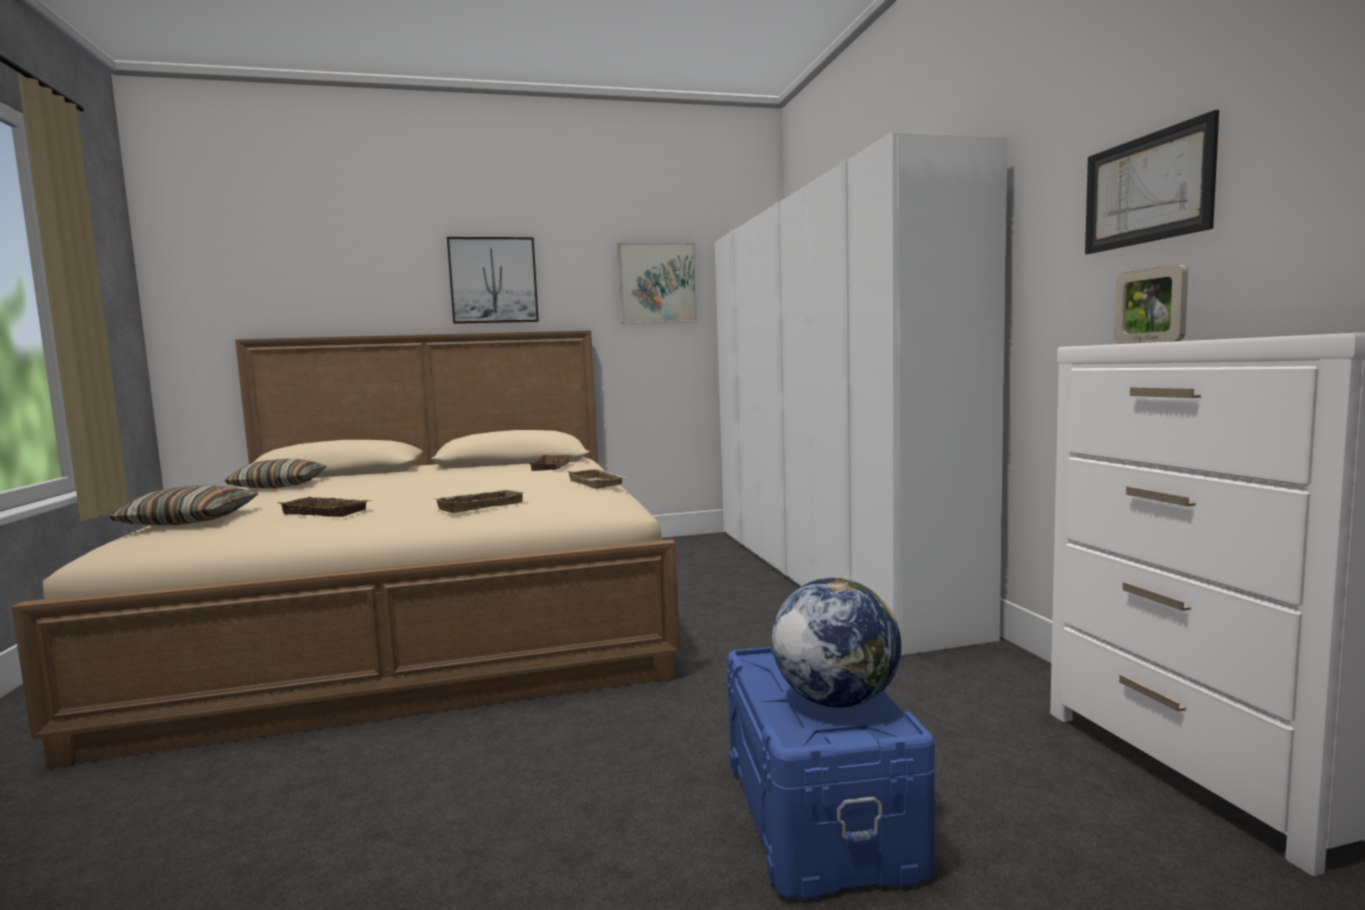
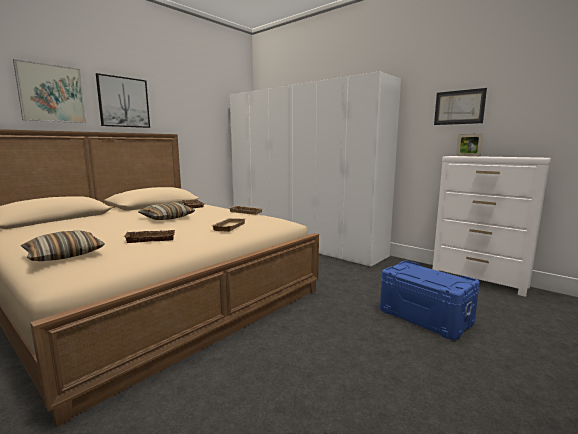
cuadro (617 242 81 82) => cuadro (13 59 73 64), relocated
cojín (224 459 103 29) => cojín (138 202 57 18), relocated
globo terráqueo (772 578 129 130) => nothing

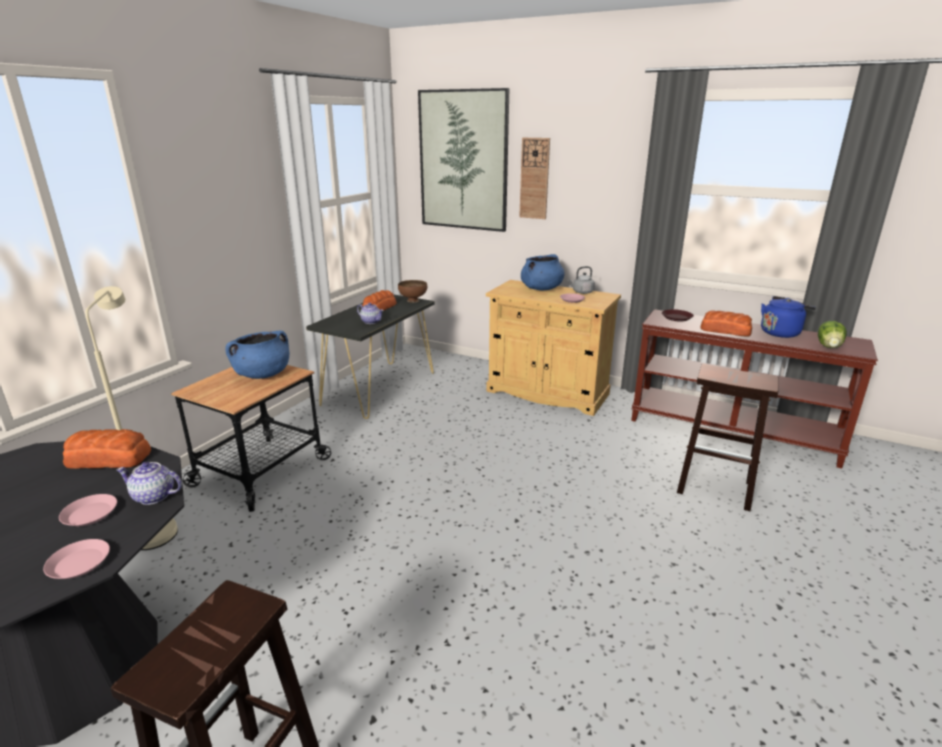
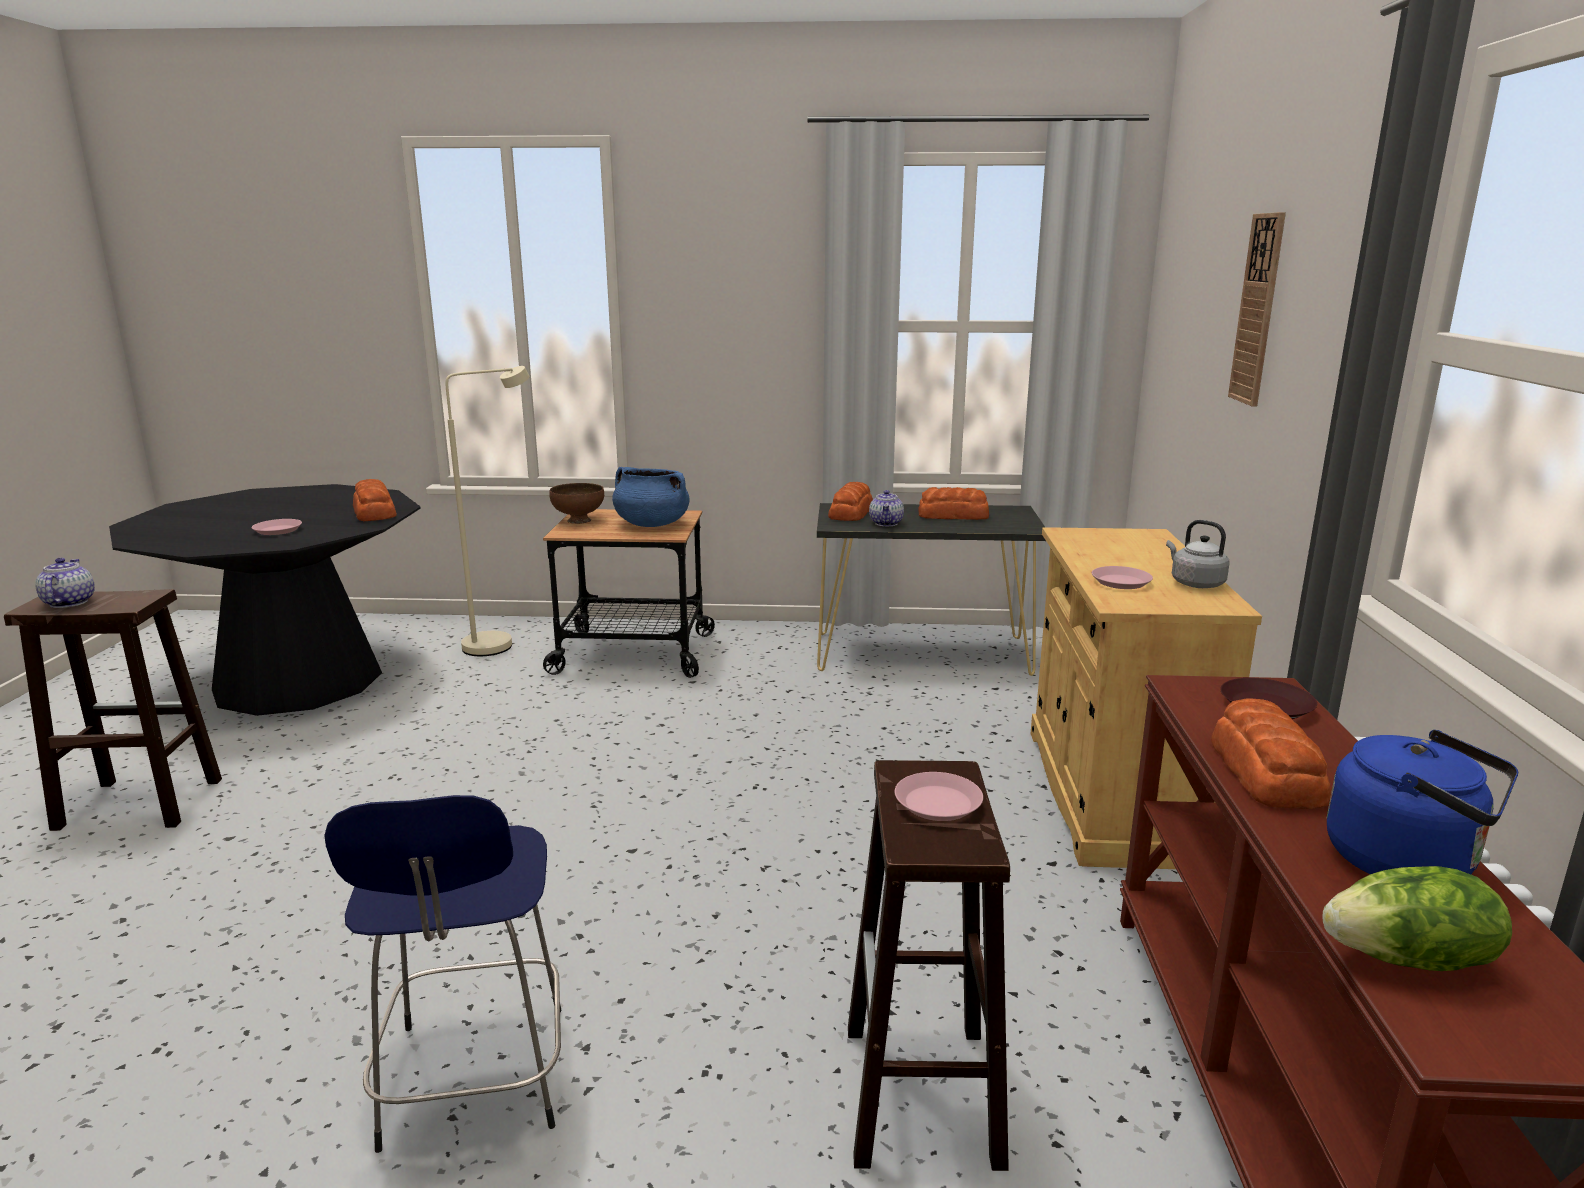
cuadro (418 88 91 144) => nothing
olla (azul) (521 254 44 36) => nothing
cuenco (marrón) (398 280 29 23) => cuenco (marrón) (549 483 55 41), relocated
tetera (116 462 66 43) => tetera (36 558 59 50), relocated
plato (rosa) (43 539 67 40) => plato (rosa) (895 772 88 49), relocated
nothing => pan (828 482 45 39)
nothing => taburete (azul) (324 795 238 358)

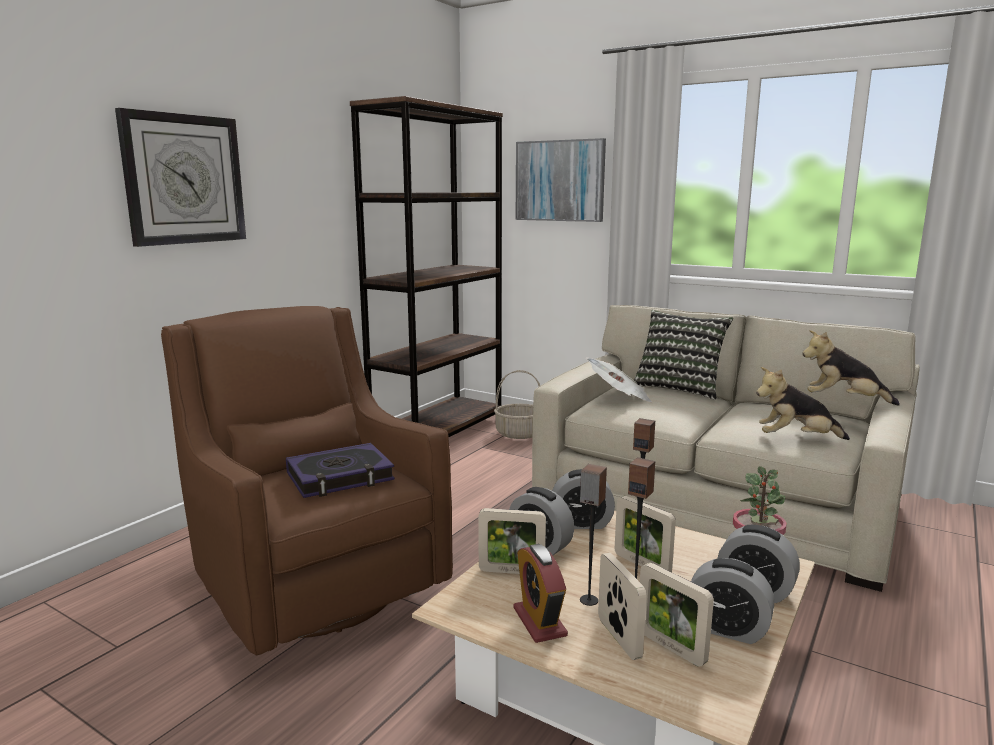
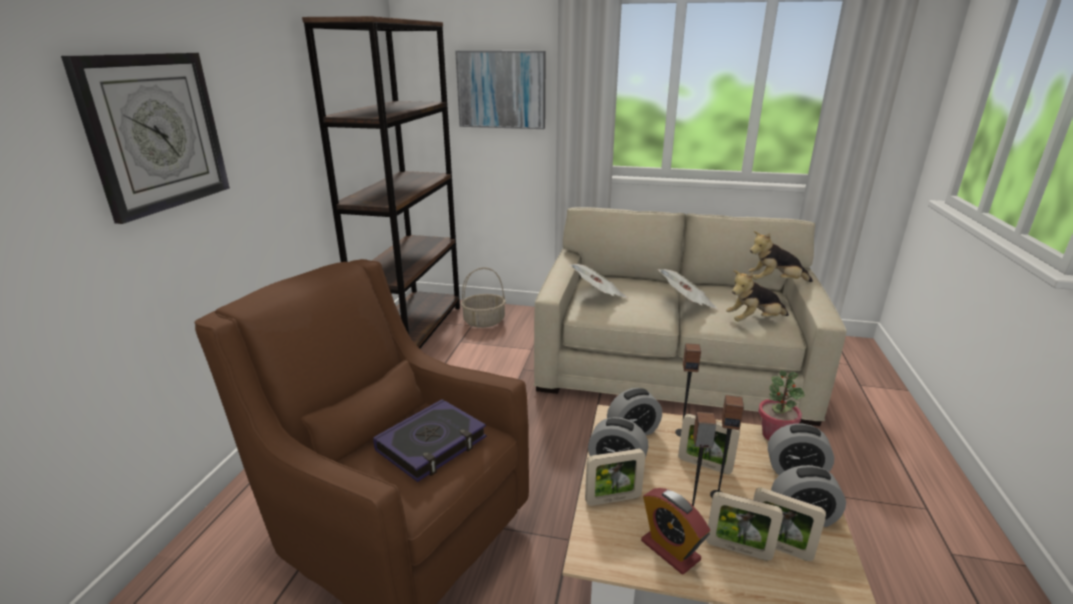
cojín (634 310 99 90) => nothing
portarretratos (598 553 49 107) => portarretratos (706 492 77 69), 150 degrees clockwise
nothing => periódico (658 269 60 40)

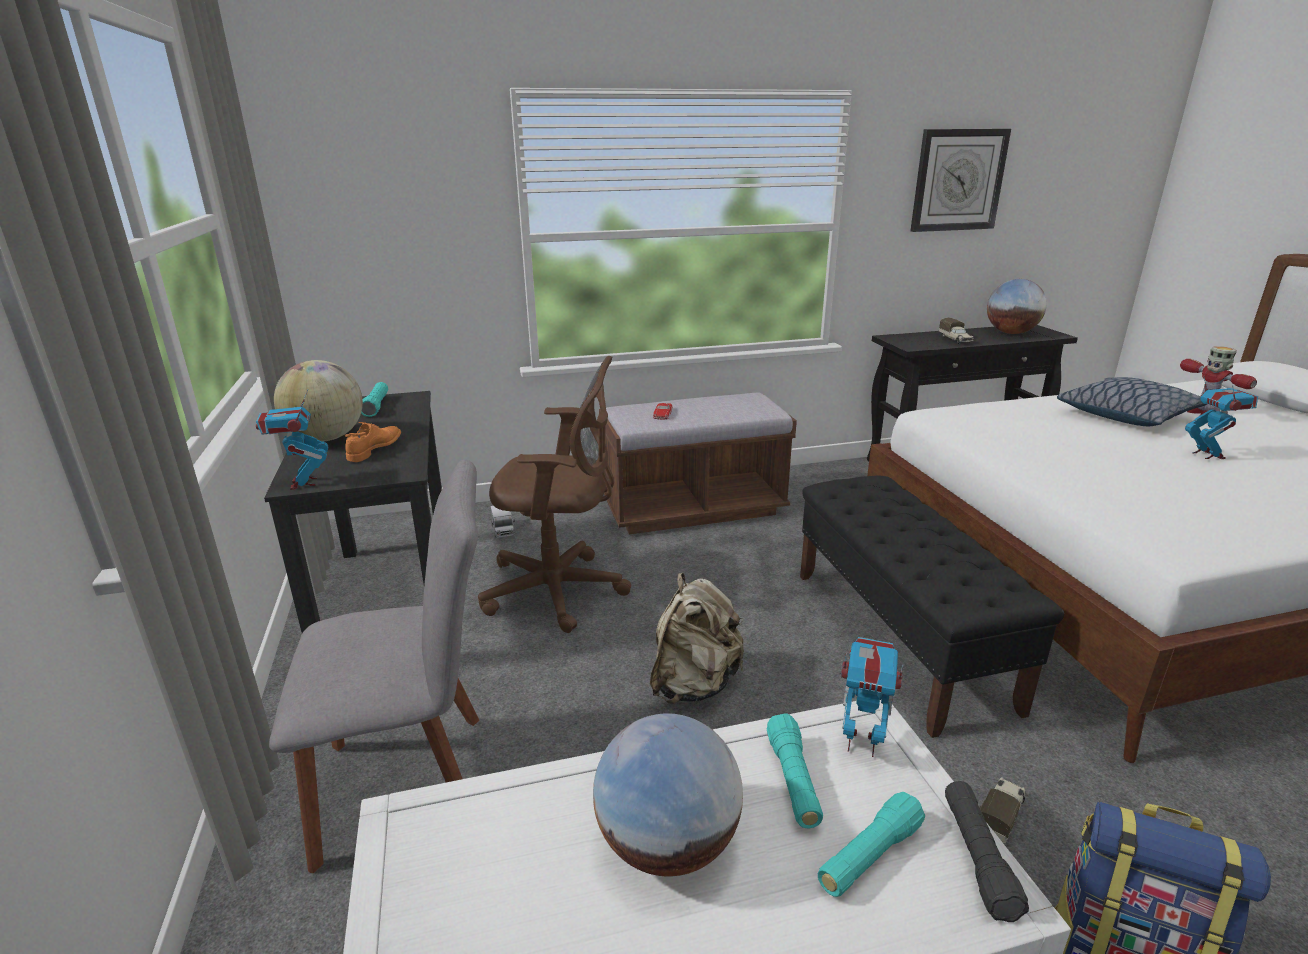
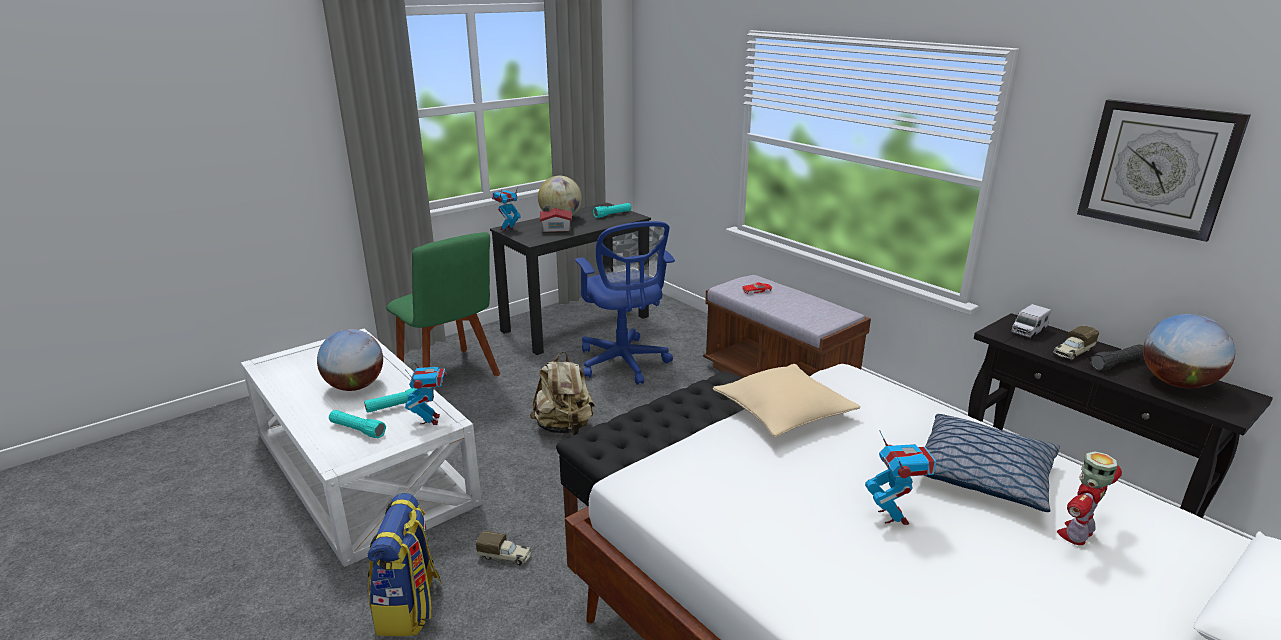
silla de oficina (marrón) (478 356 153 277) => silla de oficina (azul) (575 221 100 164)
robot de juguete (1185 376 73 83) => robot de juguete (865 430 72 95), 60 degrees counterclockwise
zapato (naranja) (345 422 56 40) => casita (540 206 32 27)
silla (gris) (269 460 210 413) => silla (verde) (386 232 114 144)
camión de juguete (491 506 24 32) => camión de juguete (1011 304 40 34), relocated
linterna (negro) (945 781 84 141) => linterna (negro) (1090 344 54 27), relocated
nothing => cojín (beis) (713 364 148 73)

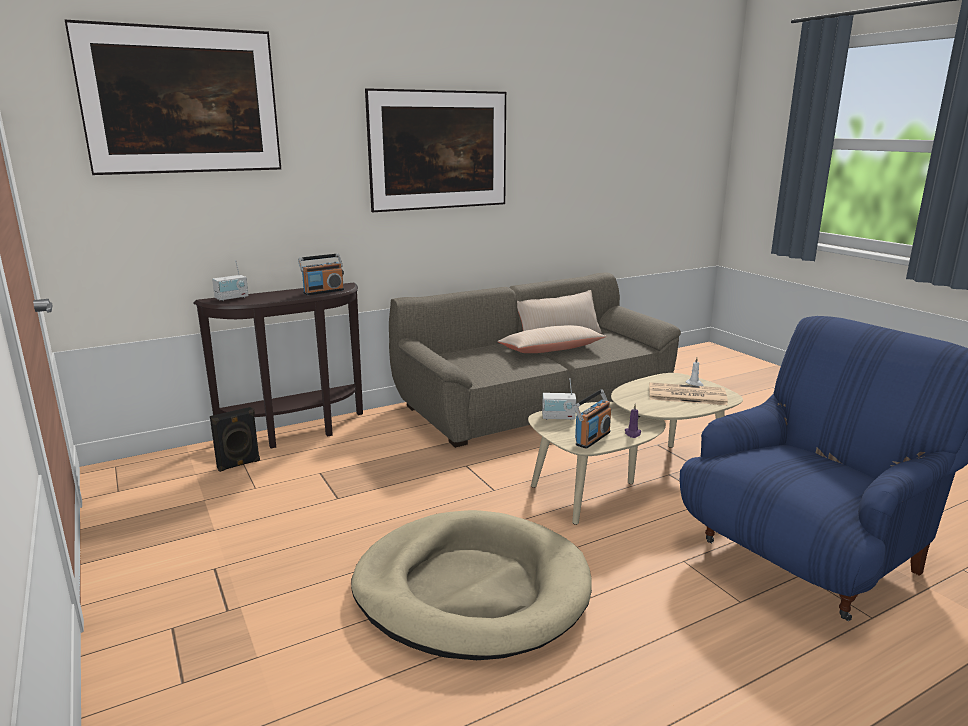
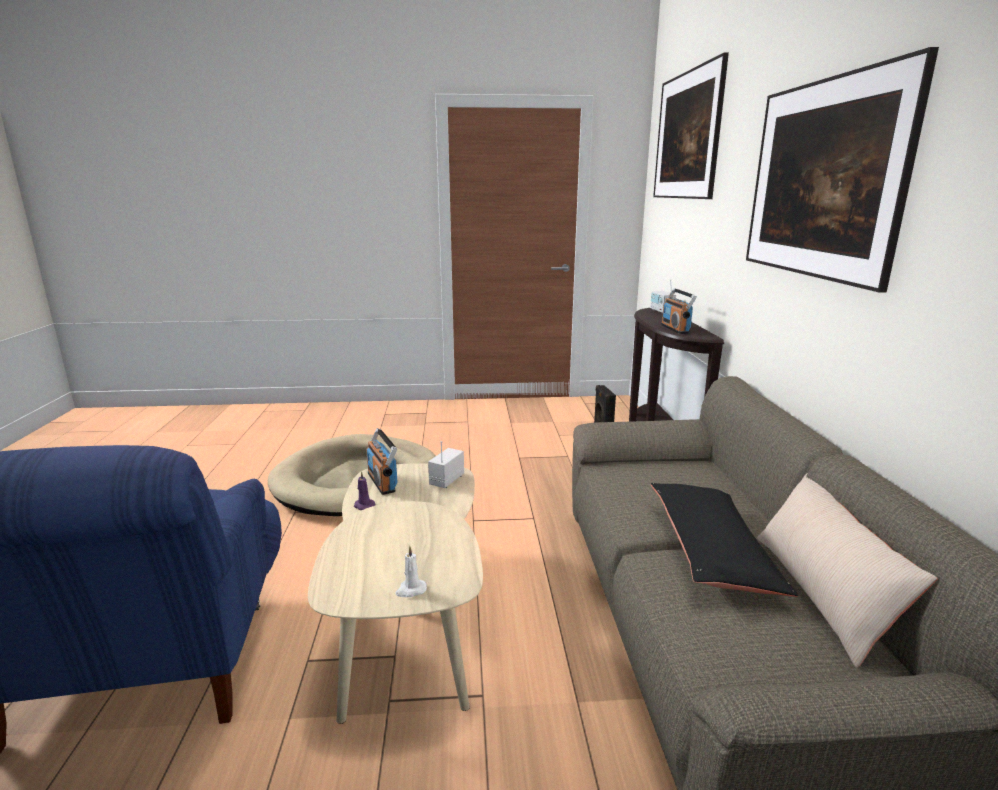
cojín (beis) (497 325 109 28) => cojín (negro) (651 483 147 114)
periódico (649 382 79 23) => nothing

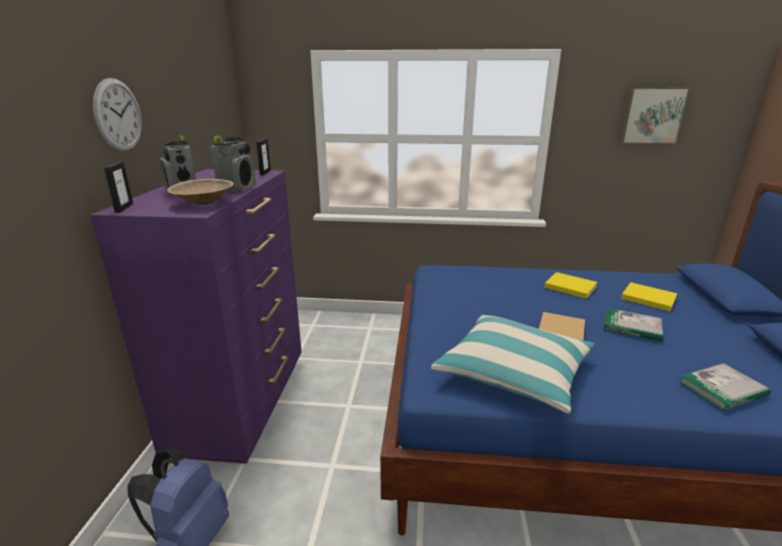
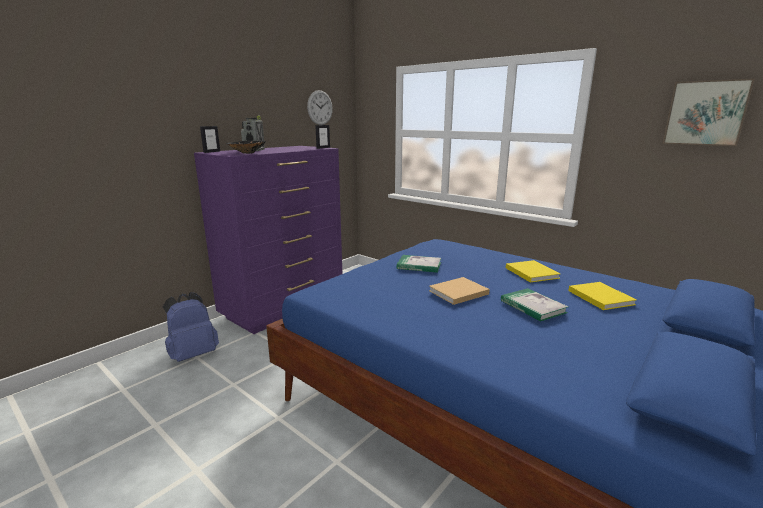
reloj de pared (93 78 49 73) => reloj de pared (307 90 26 35), relocated
radio (211 136 45 57) => nothing
cuenco (beis) (167 179 67 26) => cuenco (negro) (226 140 40 14)
cojín (431 314 163 100) => nothing
libro (679 363 92 48) => libro (397 255 44 18), relocated

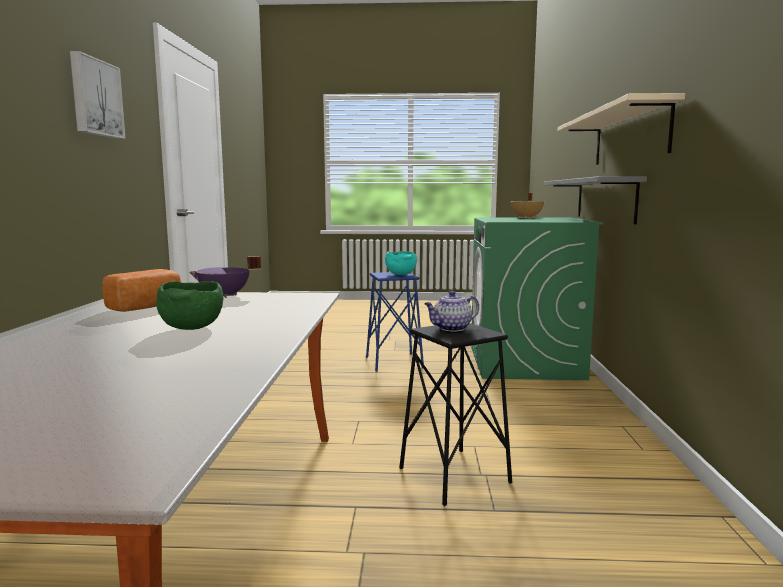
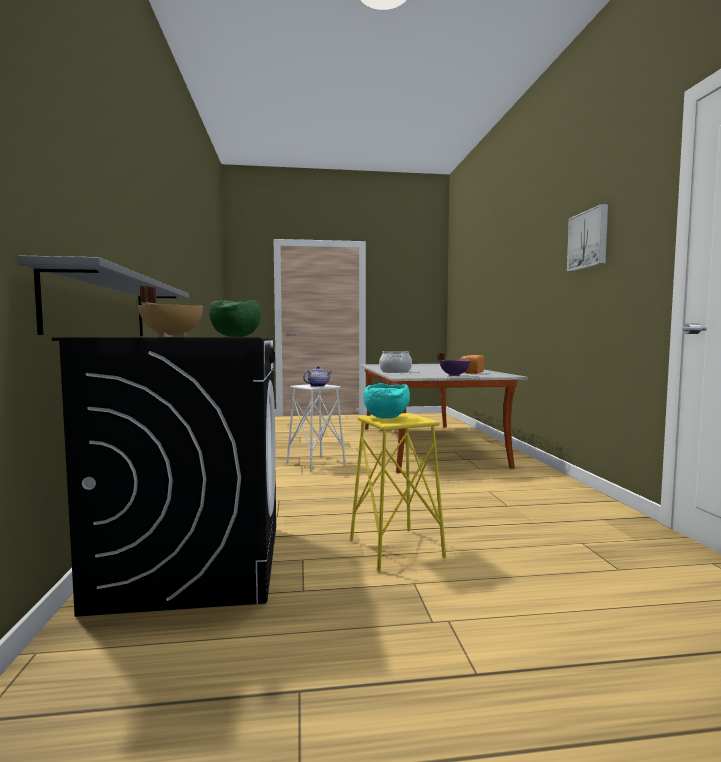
estante (beis) (557 93 128 72) => nothing
lavadora (verde) (471 217 132 163) => lavadora (negro) (52 337 224 280)
taburete (azul) (366 272 58 100) => taburete (amarillo) (350 413 96 159)
cuenco (verde) (157 281 67 49) => cuenco (verde) (209 300 52 37), relocated
taburete (negro) (399 323 113 183) => taburete (blanco) (286 384 60 88)
nothing => olla (379 351 33 22)

